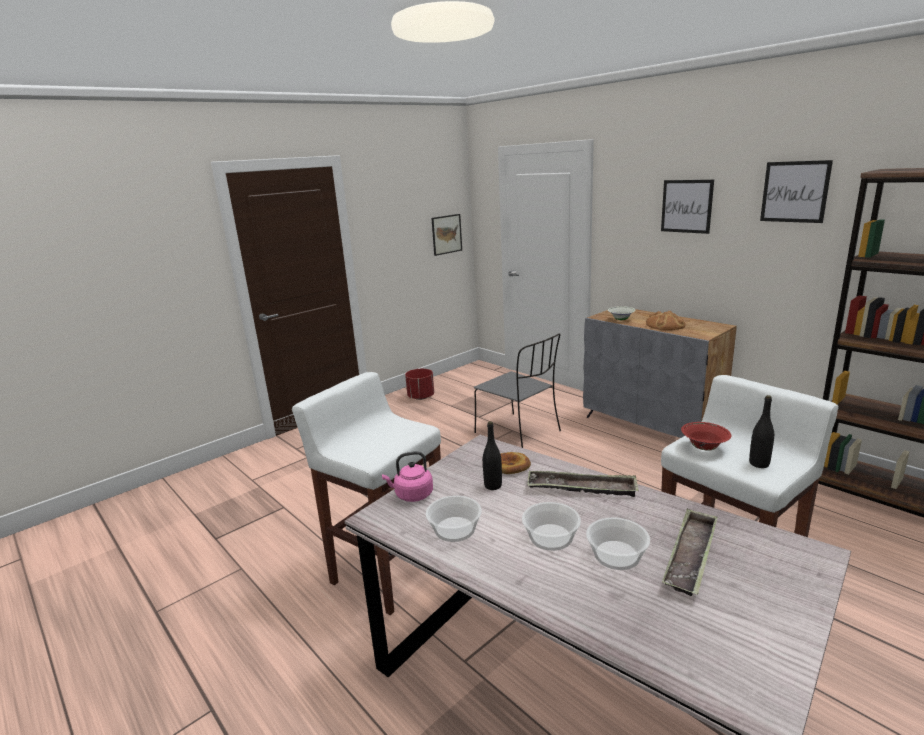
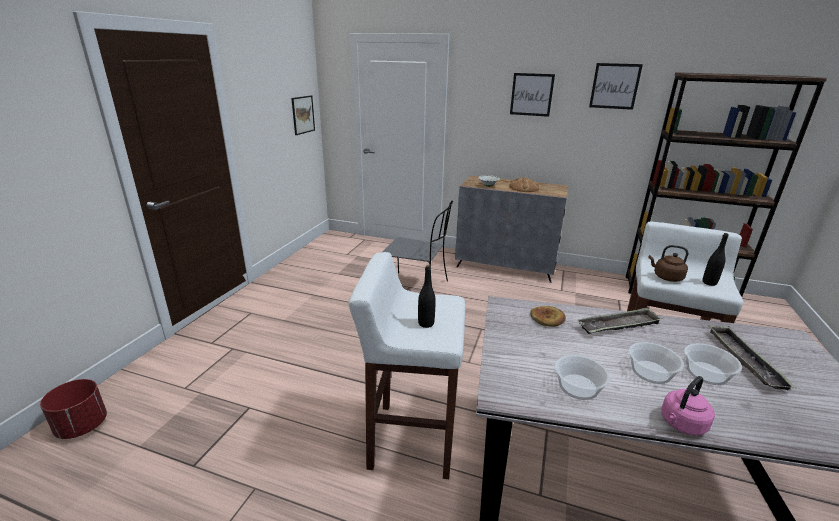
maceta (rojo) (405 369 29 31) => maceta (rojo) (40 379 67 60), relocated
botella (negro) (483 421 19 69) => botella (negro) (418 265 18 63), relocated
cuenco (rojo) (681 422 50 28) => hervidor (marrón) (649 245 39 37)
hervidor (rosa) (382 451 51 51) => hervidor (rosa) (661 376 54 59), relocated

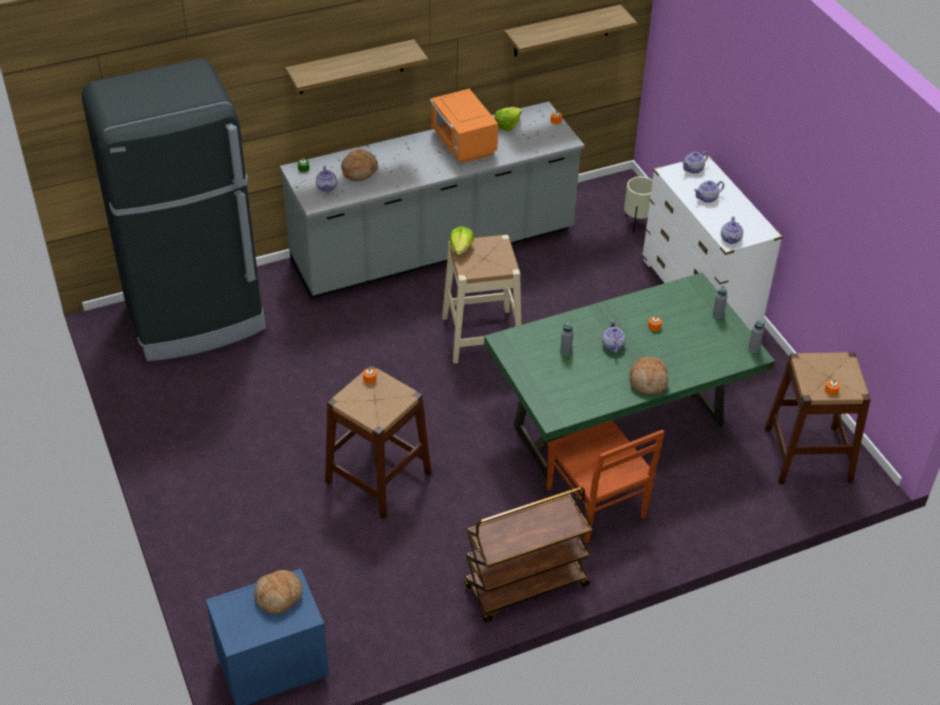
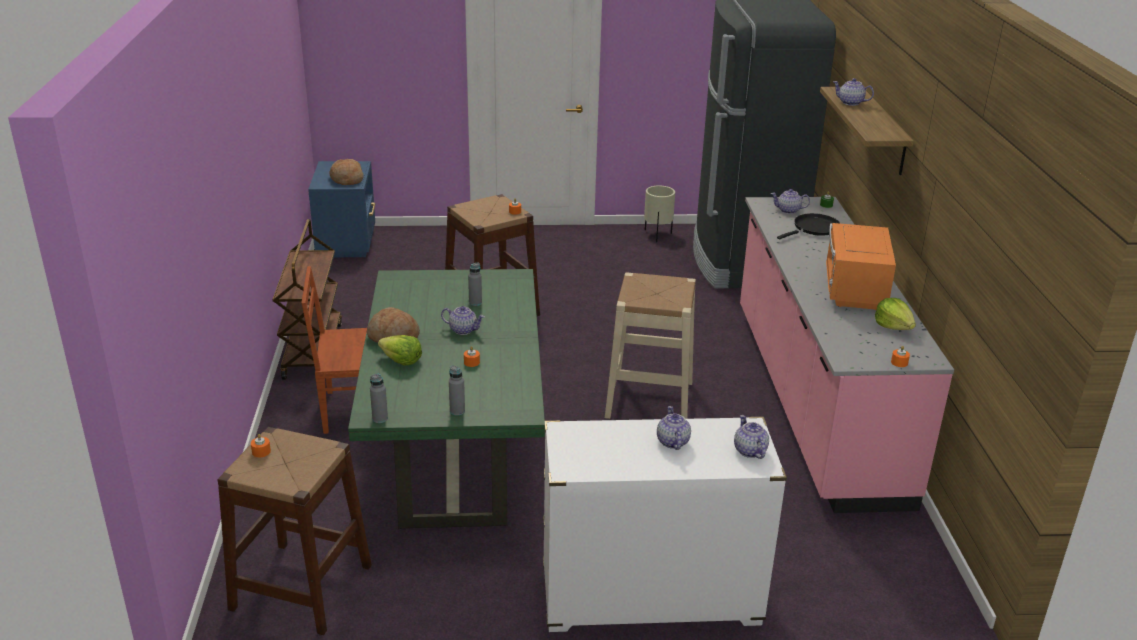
estante (504 5 133 51) => nothing
microondas (naranja) (430 89 68 74) => microondas (naranja) (826 223 70 87), 75 degrees counterclockwise
mueble bajo de cocina (gris) (280 101 304 198) => mueble bajo de cocina (rosa) (740 197 214 316)
pan (341 149 37 32) => sartén (negro) (777 213 63 27)
maceta (beis) (624 177 29 56) => maceta (beis) (644 185 31 57), relocated
tetera (721 216 22 28) => tetera (833 78 41 28), relocated
lechuga (449 226 25 29) => lechuga (378 335 44 31), relocated

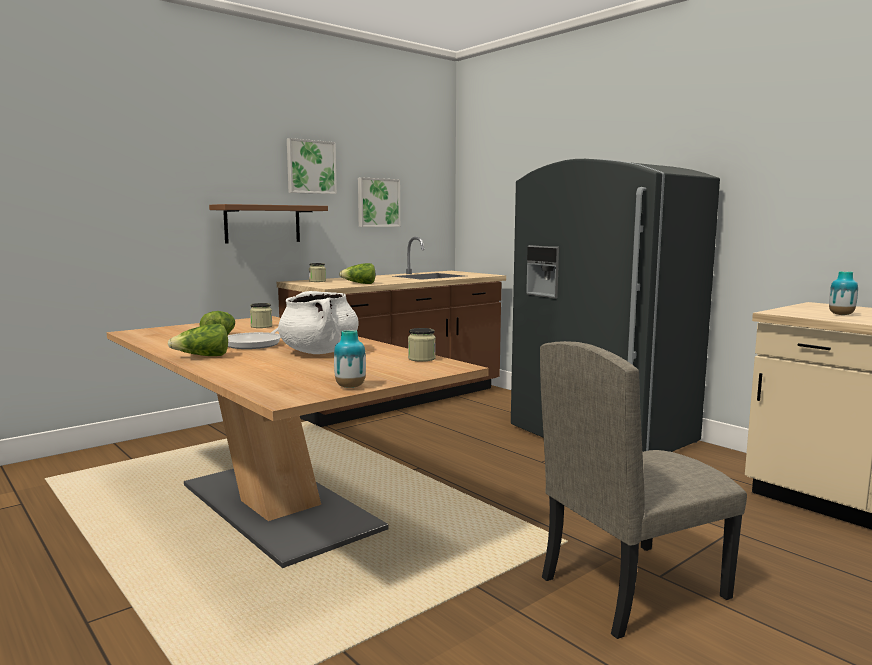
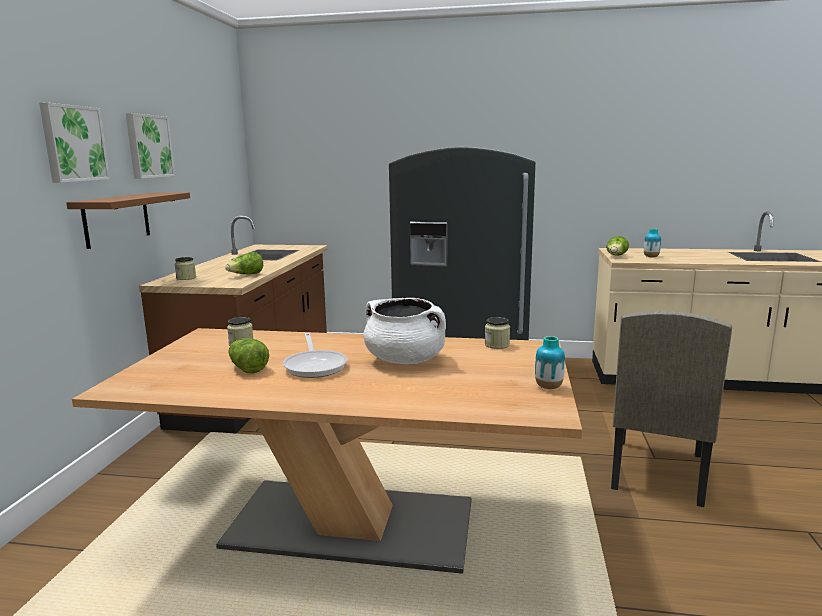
cuadro (358 177 42 50) => cuadro (39 102 71 81), relocated
lechuga (167 324 61 32) => lechuga (606 236 23 20), relocated

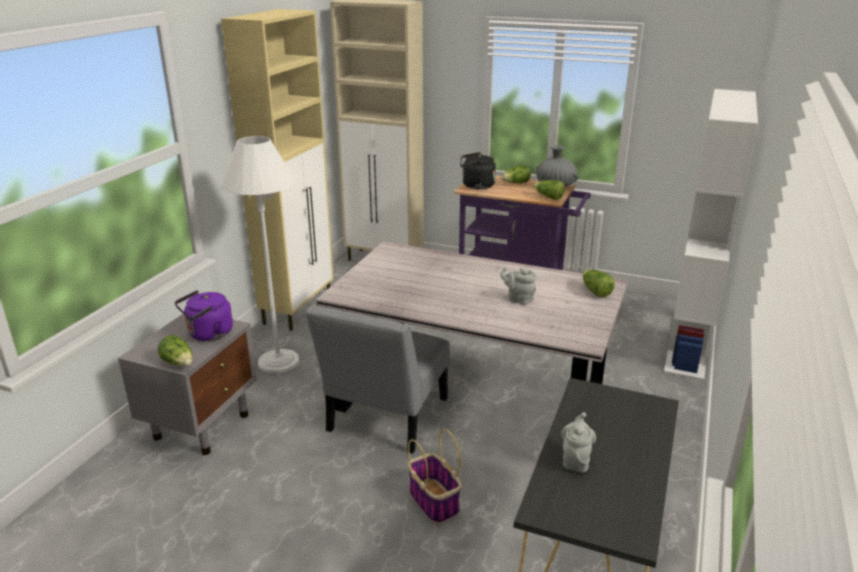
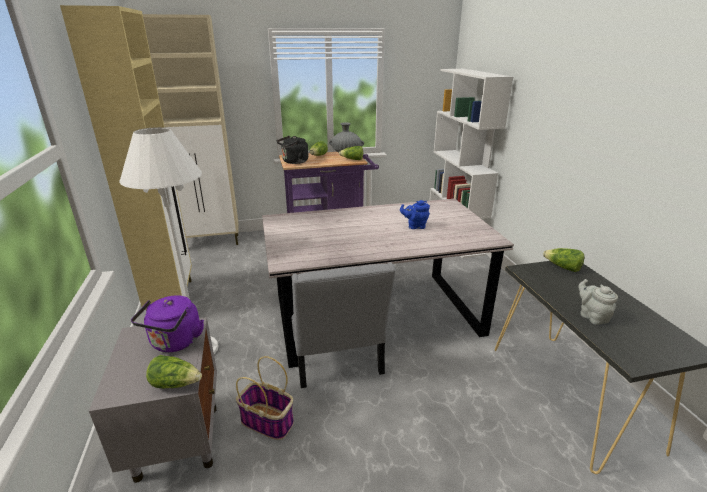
tetera (gris) (500 268 36 37) => tetera (azul) (400 200 30 29)
lechuga (583 270 32 28) => lechuga (543 248 42 24), relocated
cesta (408 429 54 95) => cesta (236 356 58 84), relocated

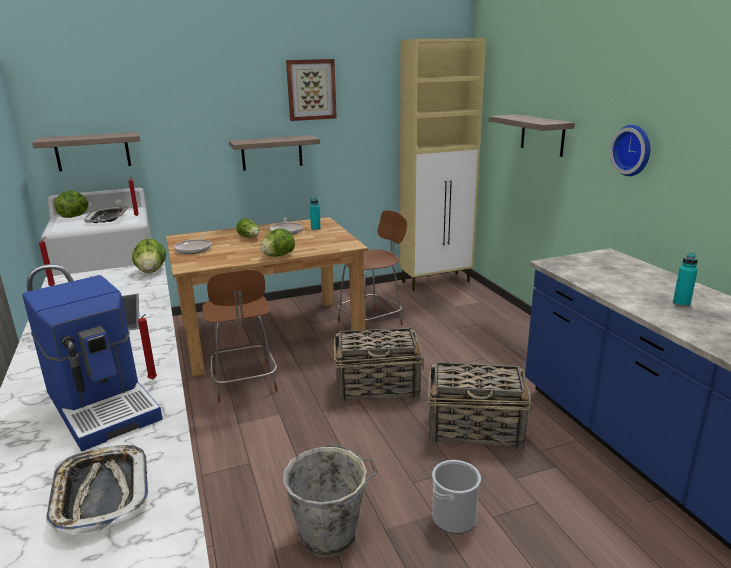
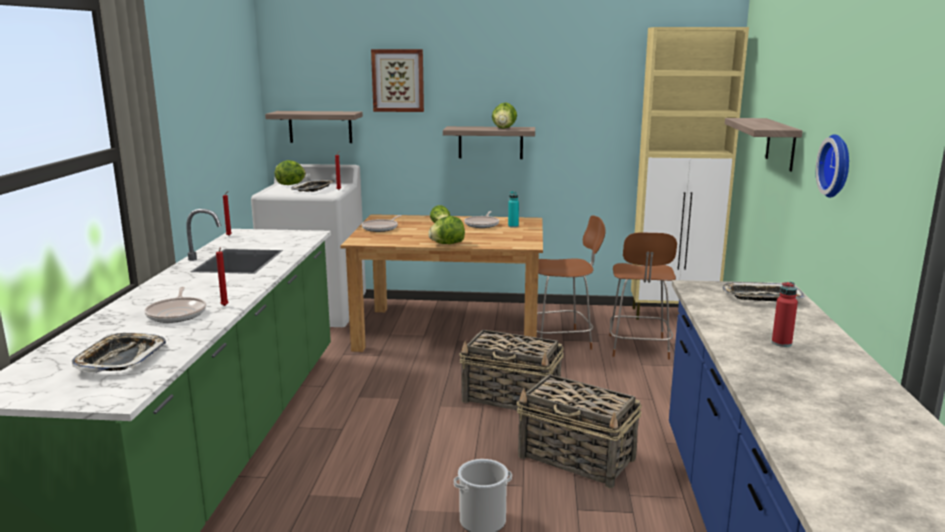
cuadro (286 59 51 62) => cuadro (371 49 53 63), relocated
lechuga (132 238 34 35) => lechuga (492 102 25 27), relocated
botella (turquesa) (673 253 25 54) => botella (rojo) (772 282 26 65)
silla (marrón) (202 270 76 133) => silla (marrón) (609 232 68 127), relocated
cafetera (22 275 141 176) => sartén (145 287 61 36)
cubo (gris) (283 444 94 114) => nothing
nothing => bandeja (722 282 84 19)

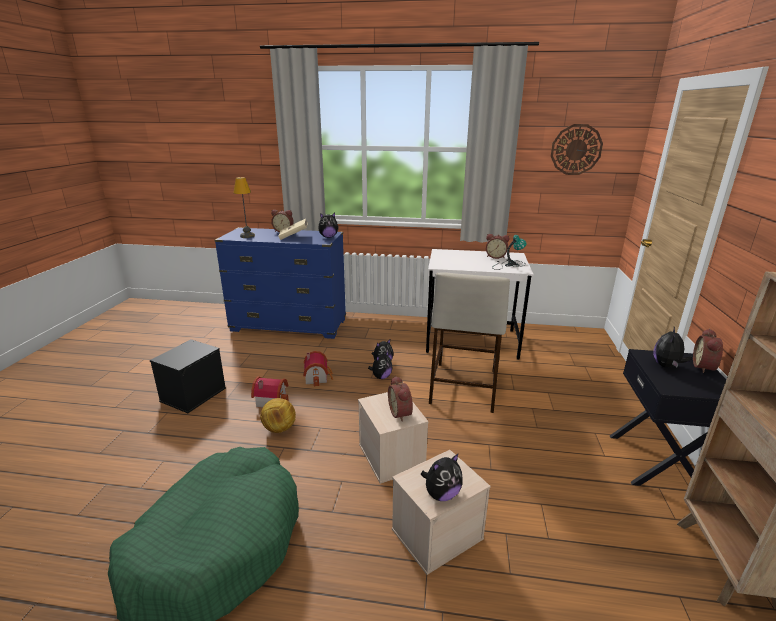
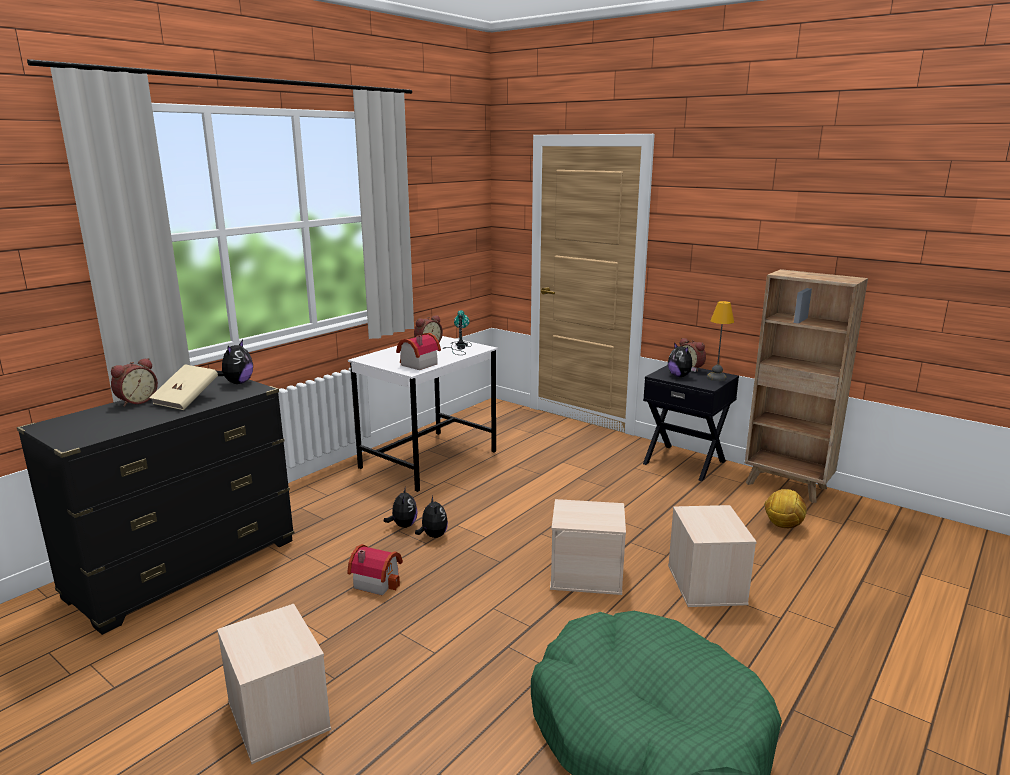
reloj de pared (551 124 52 51) => nothing
lámpara de mesa (233 177 22 61) => lámpara de mesa (707 301 27 80), relocated
cómoda (azul) (214 227 132 112) => cómoda (negro) (17 376 277 259)
taburete (beis) (429 273 81 140) => nothing
caja de almacenaje (negro) (150 340 76 73) => caja de almacenaje (beis) (217 604 114 160)
casita (251 376 38 32) => casita (396 333 45 37), relocated
despertador (388 376 25 46) => nothing
balón de fútbol (260 398 36 35) => balón de fútbol (764 489 43 39), relocated
peluche (421 453 42 48) => nothing

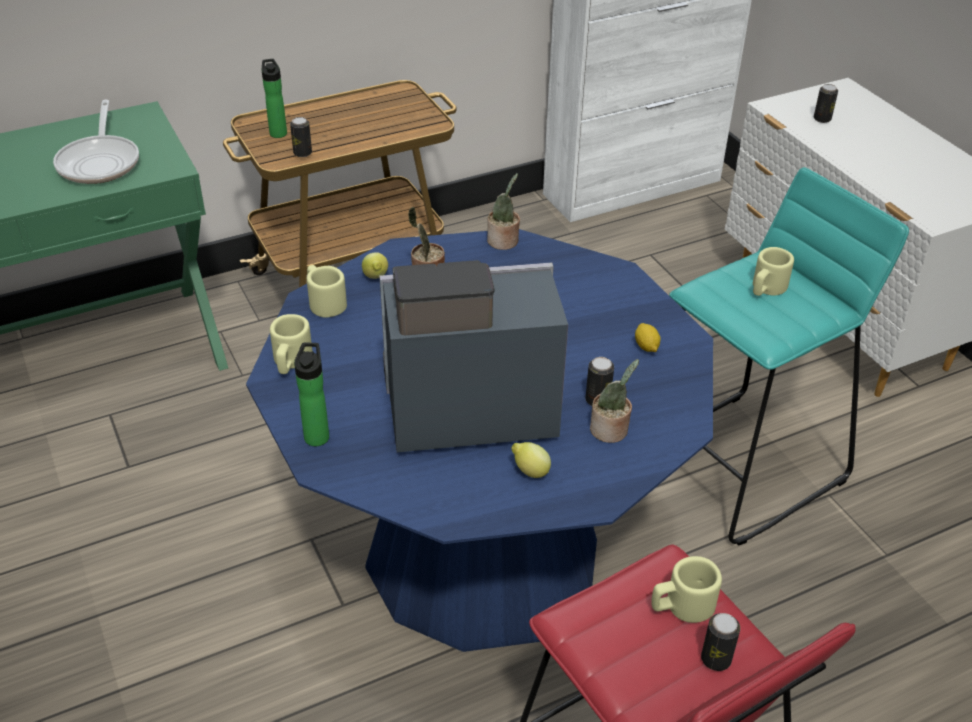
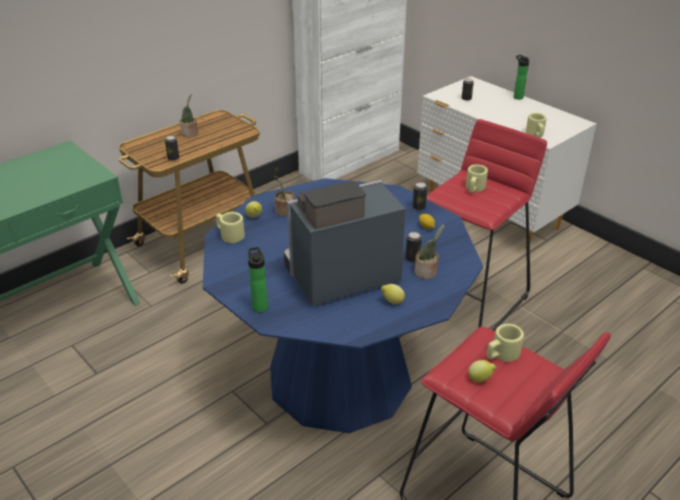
botella (261 59 26 79) => botella (514 55 15 45), relocated
sartén (53 100 86 84) => nothing
taburete (turquesa) (669 167 240 379) => taburete (rojo) (427 119 120 212)
planta en maceta (487 173 33 77) => planta en maceta (180 94 18 43), relocated
taza grande (beis) (270 314 42 60) => taza grande (beis) (526 113 21 25), relocated
lata (701 613 39 58) => lata (413 182 14 28), relocated
nothing => limón (468 360 28 22)

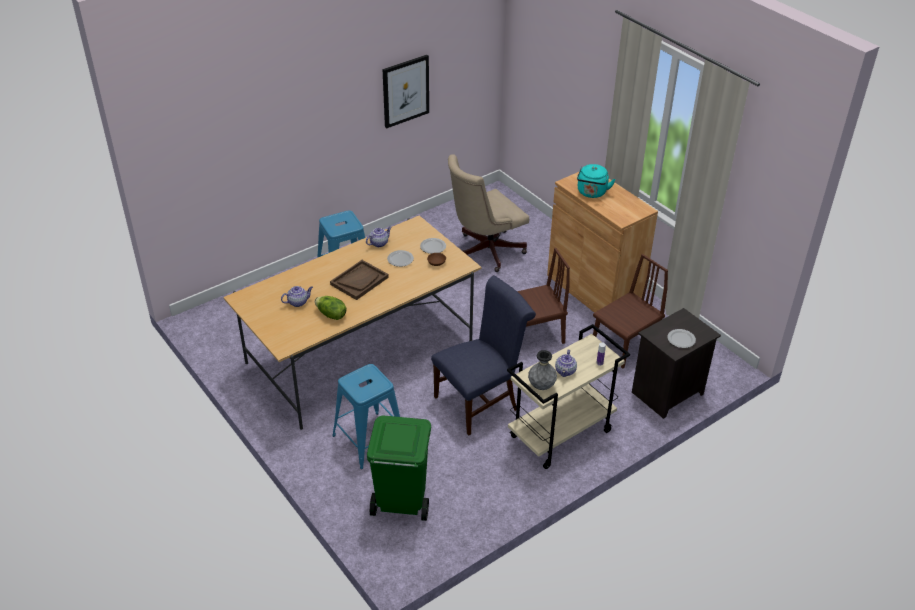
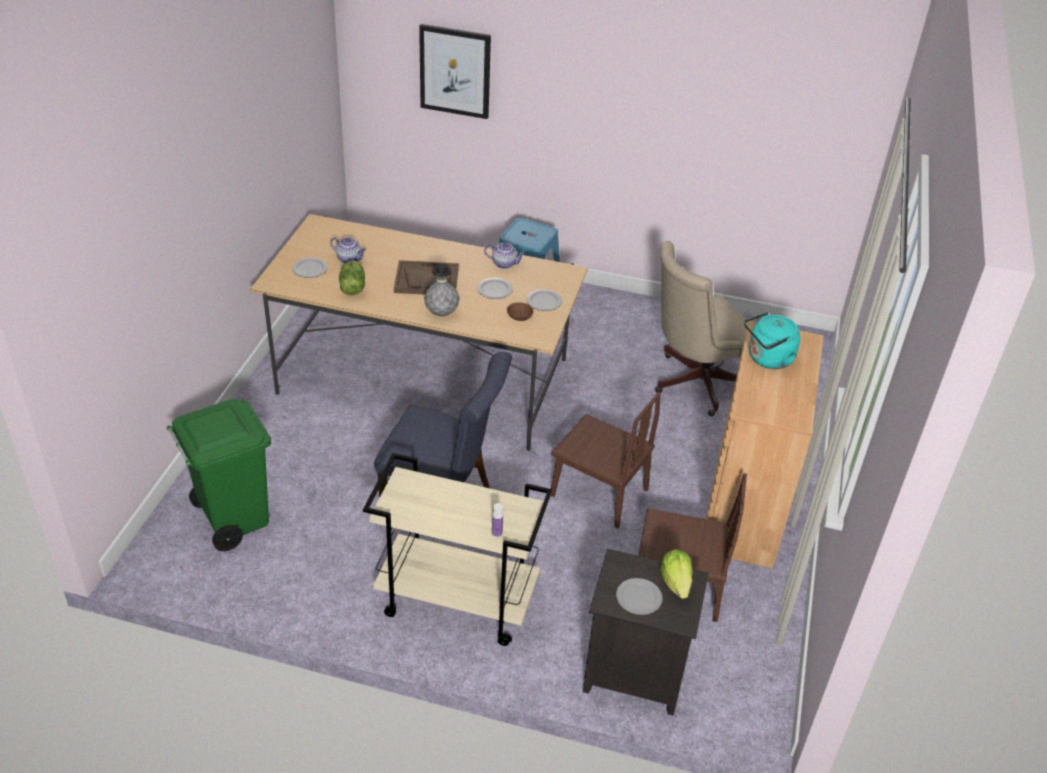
cuadro (382 55 47 73) => cuadro (419 24 72 95), relocated
silla de oficina (beis) (448 154 81 118) => silla de oficina (beis) (655 241 93 175), 45 degrees counterclockwise
florero (gris) (528 350 29 40) => florero (gris) (424 265 36 51), relocated
tetera (555 350 22 27) => nothing
taburete (azul) (332 364 68 105) => nothing
nothing => plato (292 257 36 21)
nothing => lechuga (660 549 32 50)

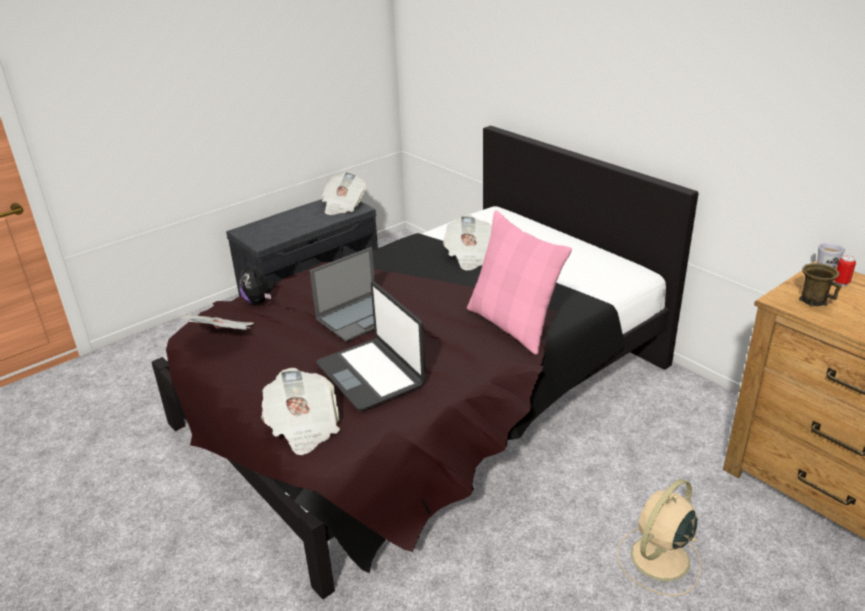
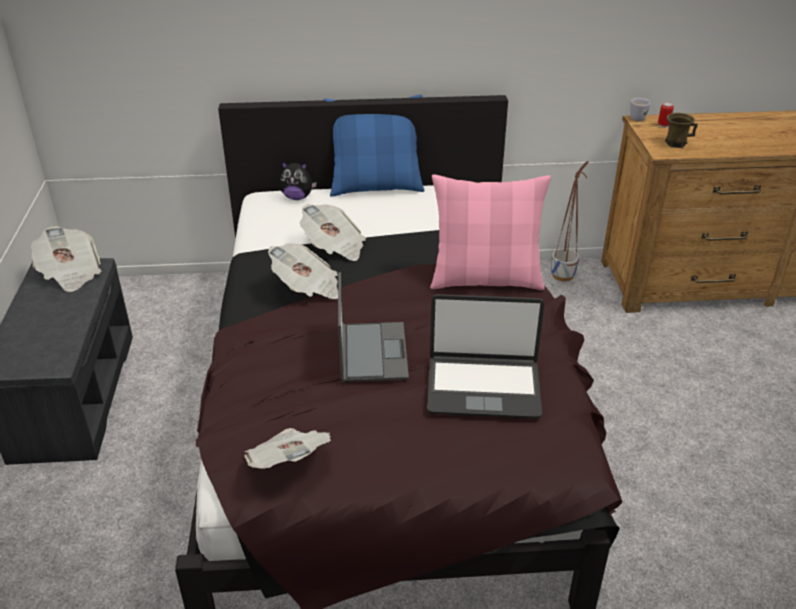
peluche (239 259 36 45) => peluche (280 161 37 39), relocated
periódico (261 368 79 87) => periódico (268 243 70 56), relocated
ventilador (beis) (617 479 84 117) => nothing
nothing => cojín (azul) (324 94 101 103)
nothing => maceta (551 161 38 121)

